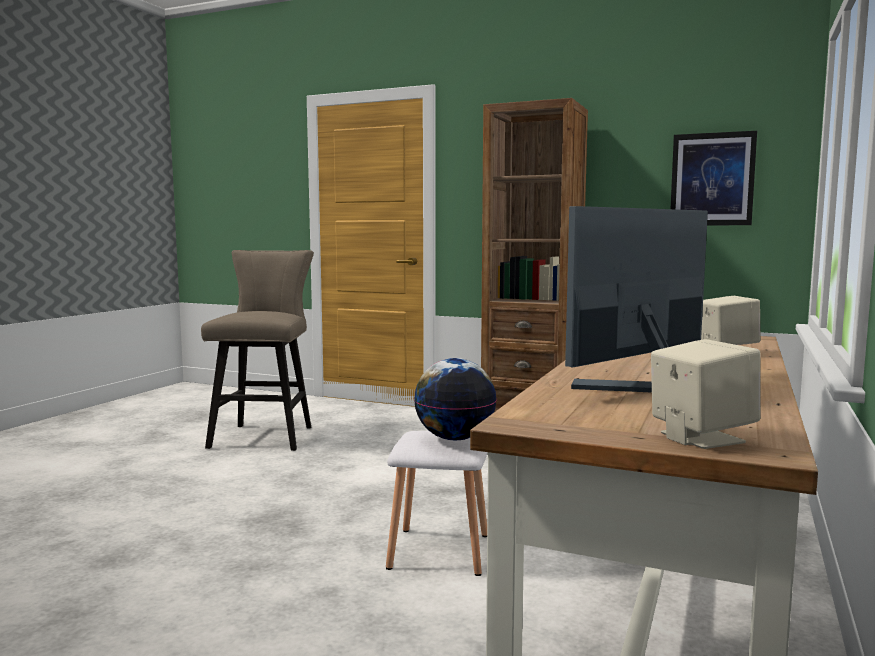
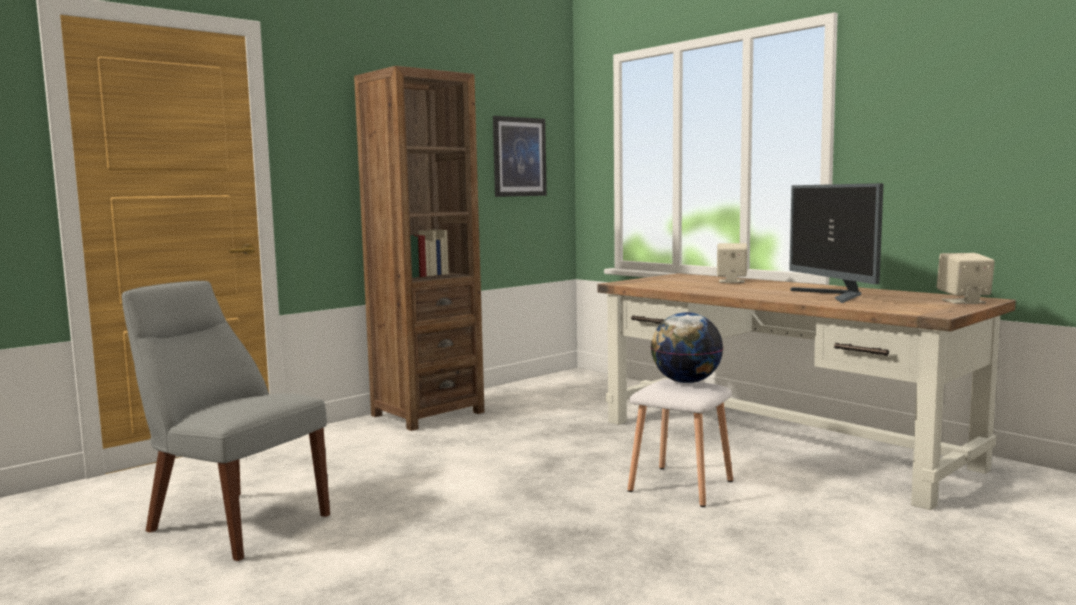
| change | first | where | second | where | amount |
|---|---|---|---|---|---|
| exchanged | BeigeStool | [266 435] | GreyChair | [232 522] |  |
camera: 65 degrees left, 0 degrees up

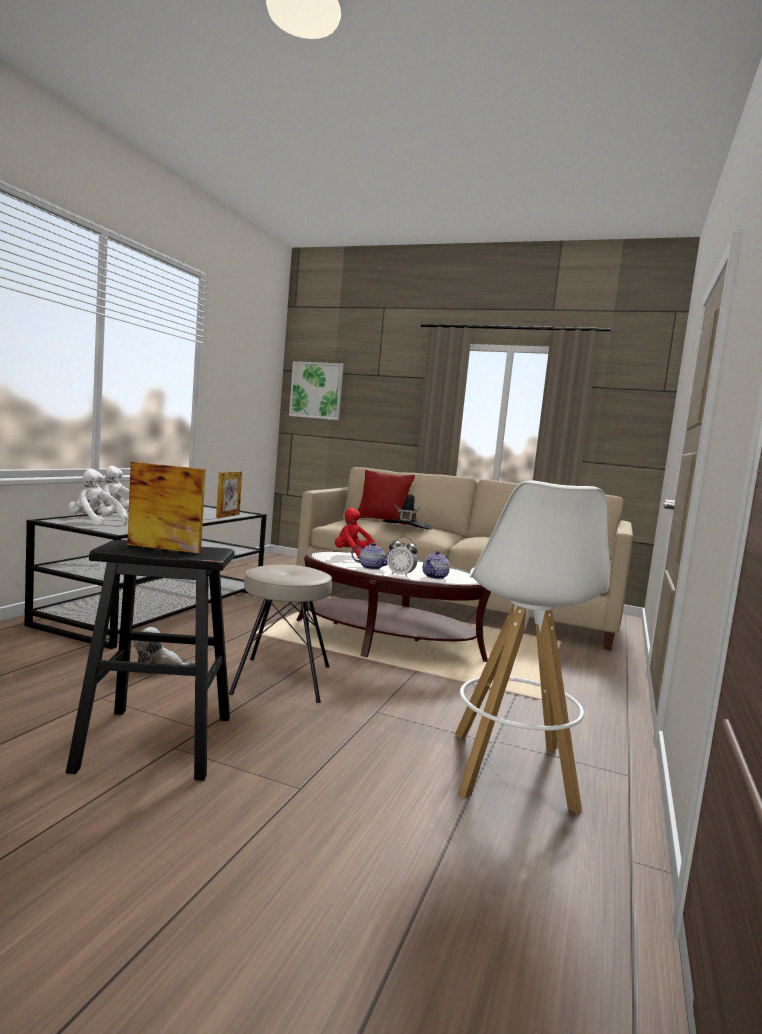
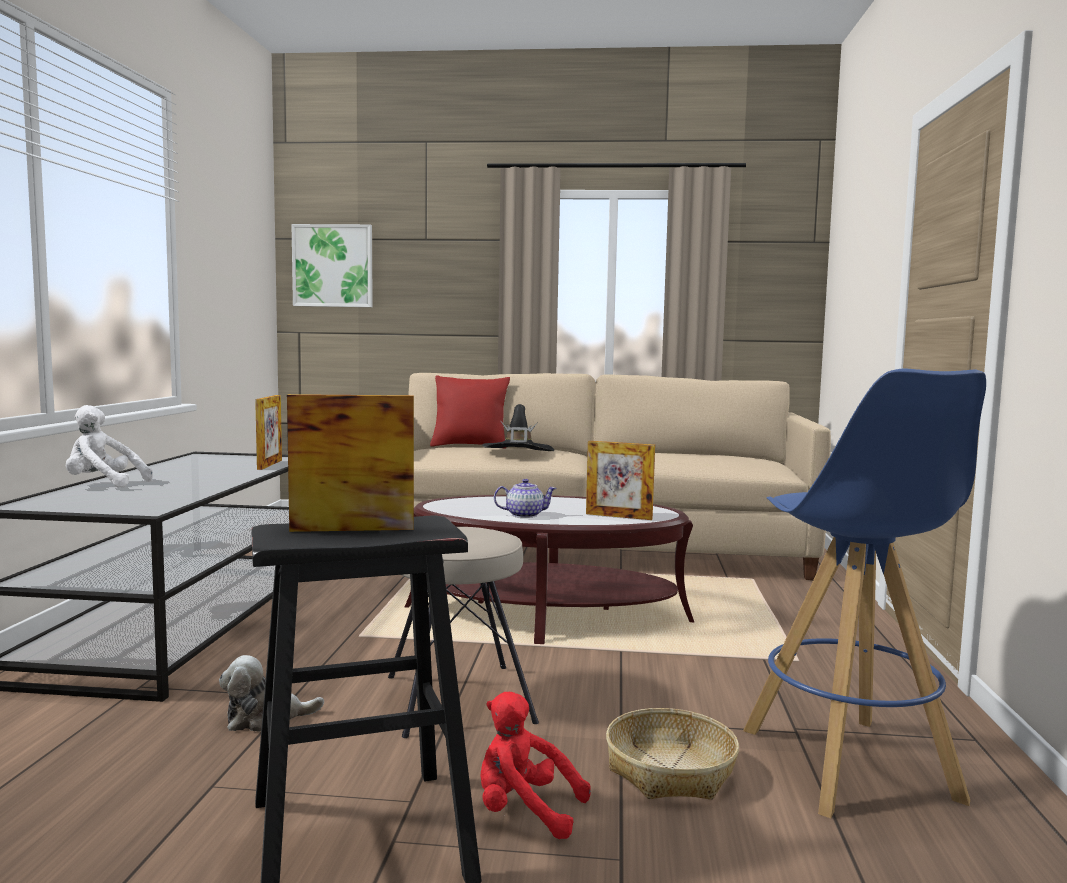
| change | first | where | second | where | amount |
|---|---|---|---|---|---|
| missing | WhitePlushToy | [95 523] |  |  |  |
| colour | WhiteStool | [511 770] | BlueStool | [849 765] |  |
| relocated | RedPlushToy | [353 555] |  | [524 812] |  |
| missing | AlarmClock | [400 575] |  |  |  |
| exchanged | Teapot | [435 577] | PictureFrame | [618 516] |  |
| appeared |  |  | Basket | [671 771] |  |
camera: 15 degrees left, 0 degrees up

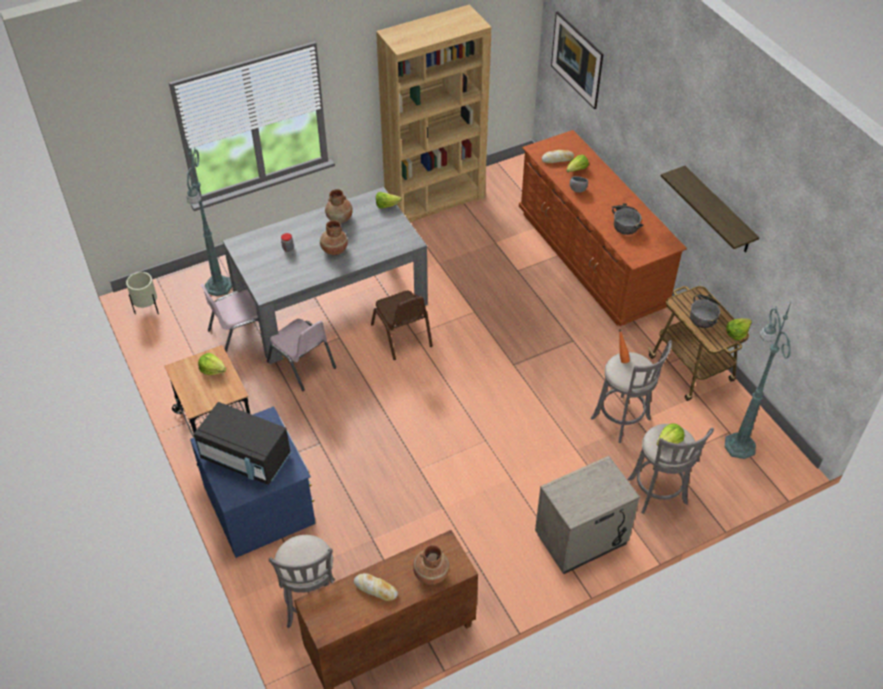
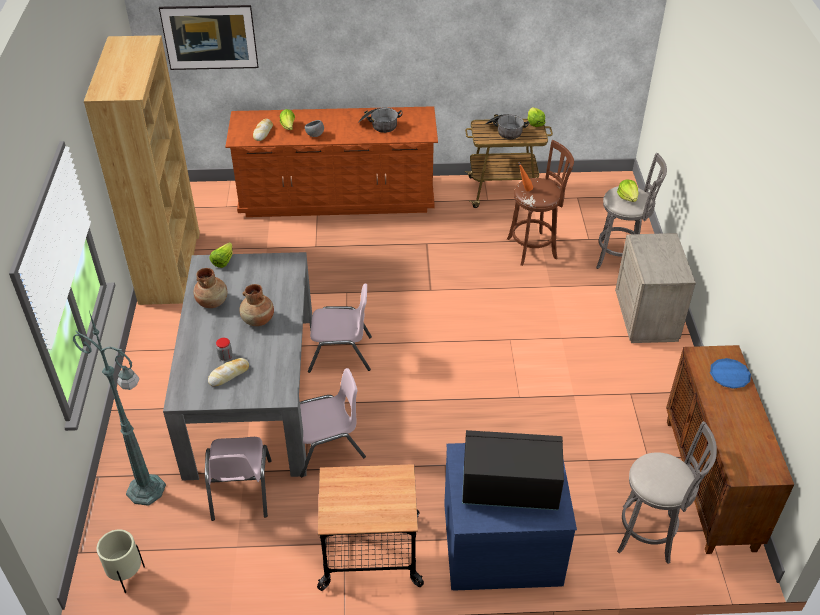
| change | first | where | second | where | amount |
|---|---|---|---|---|---|
| missing | Shelf | [718 211] |  |  |  |
| colour | BrownChair | [402 335] | PinkChair | [340 354] |  |
| missing | GreenFloorLamp | [739 444] |  |  |  |
| colour | GreyStool | [623 421] | BrownStool | [534 248] |  |
| missing | Lettuce | [212 369] |  |  |  |
| spun | BlackMicrowave | [246 458] |  | [509 487] | 135 degrees counterclockwise |
| exchanged | BrownVase | [431 573] | BluePlate | [729 375] |  |
| relocated | Bread | [375 589] |  | [229 375] |  |
camera: 65 degrees left, 5 degrees down

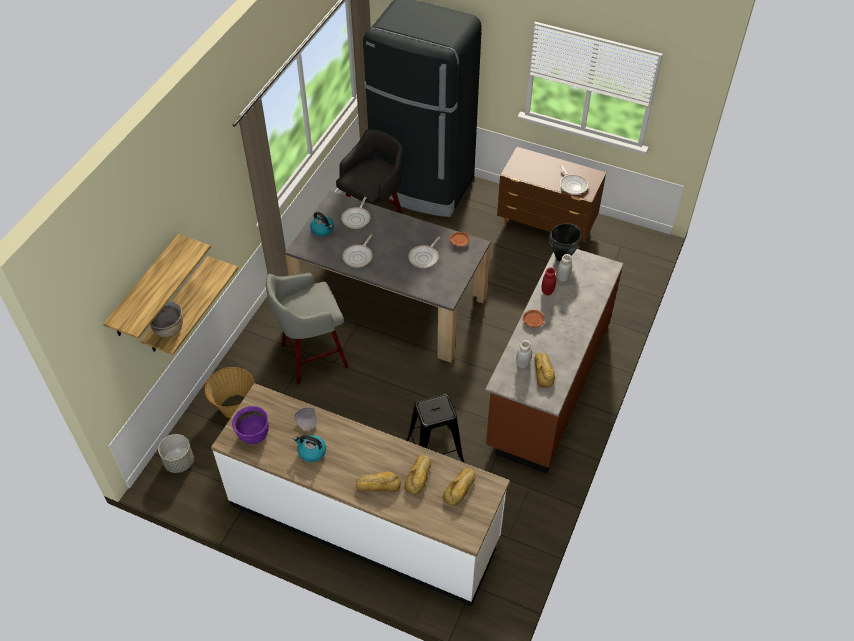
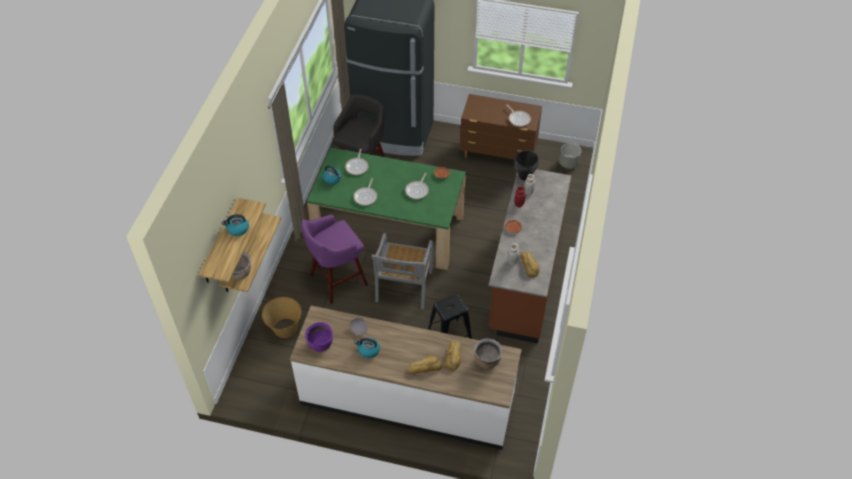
| change | first | where | second | where | amount |
|---|---|---|---|---|---|
| colour | GreyDiningTable | [390 301] | GreenDiningTable | [389 229] |  |
| colour | GreyStool | [311 357] | PurpleStool | [337 280] |  |
| relocated | GreyPlanter | [179 462] |  | [568 163] |  |
| exchanged | Bread | [460 489] | BrownCookingPot | [487 361] |  |
| appeared |  |  | Kettle | [237 229] |  |
| appeared |  |  | GreyChair | [404 288] |  |
camera: 10 degrees left, 0 degrees up

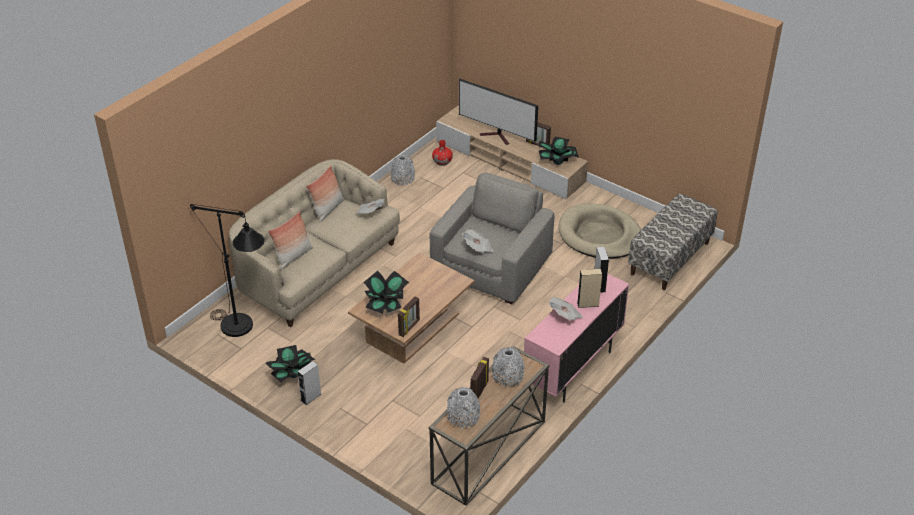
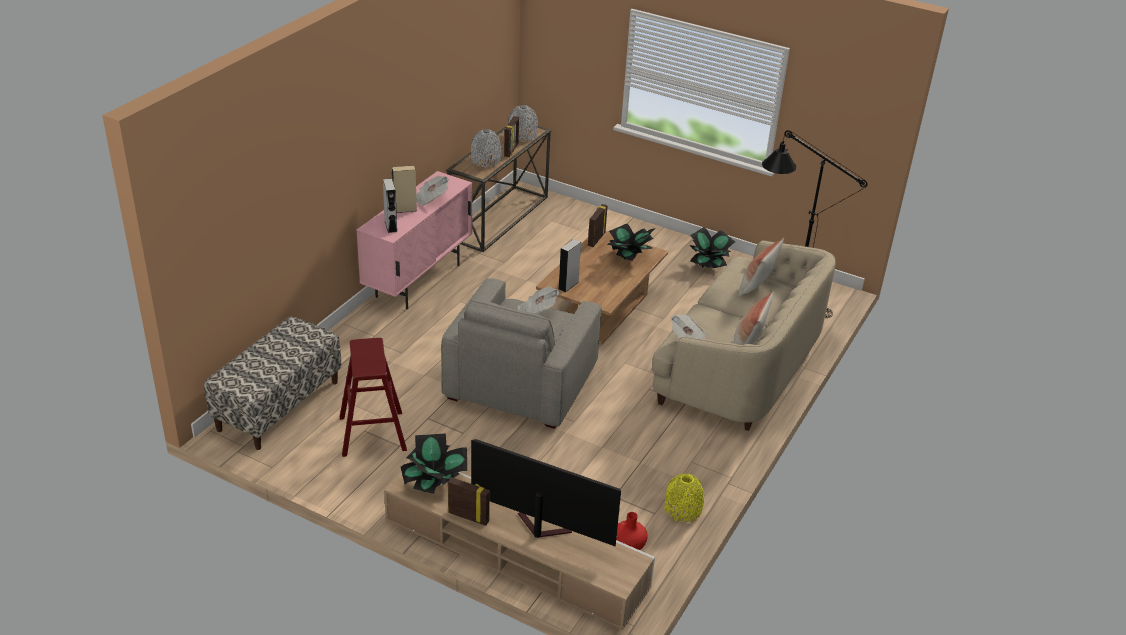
| change | first | where | second | where | amount |
|---|---|---|---|---|---|
| colour | GreyVase | [402 178] | YellowVase | [682 509] |  |
| exchanged | BeigeDogBed | [599 235] | RedStool | [372 433] |  |
| relocated | GreySpeaker | [311 397] |  | [568 285] |  |
camera: 170 degrees right, 5 degrees down

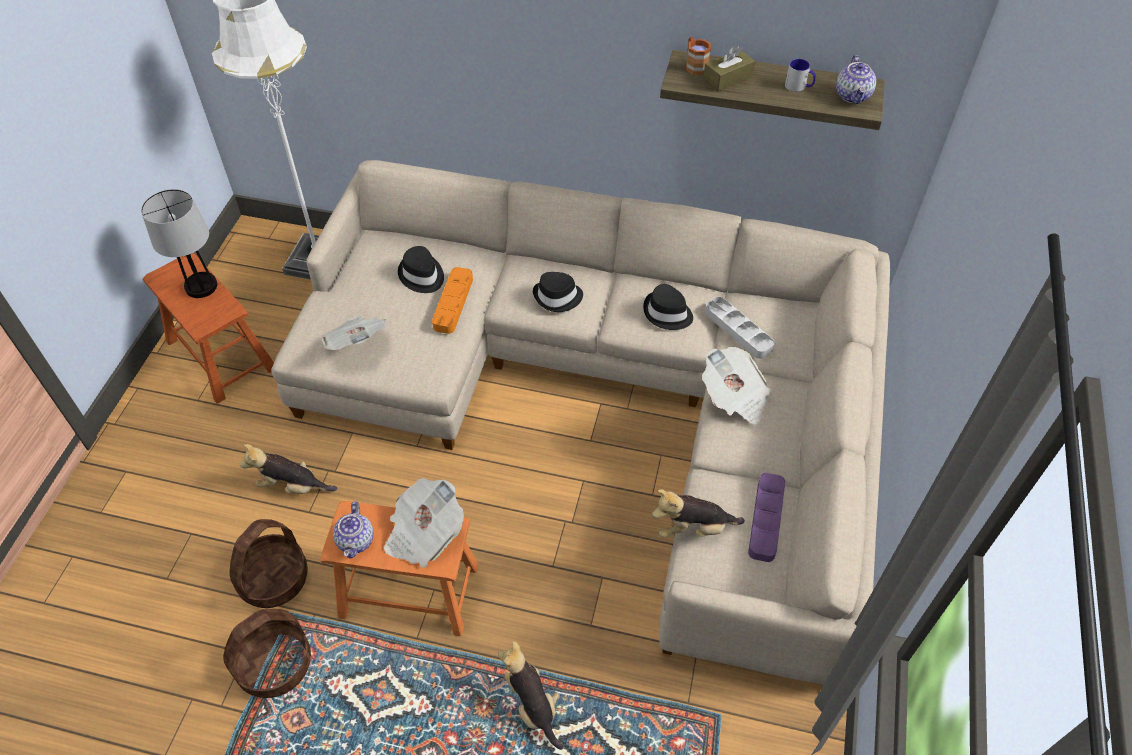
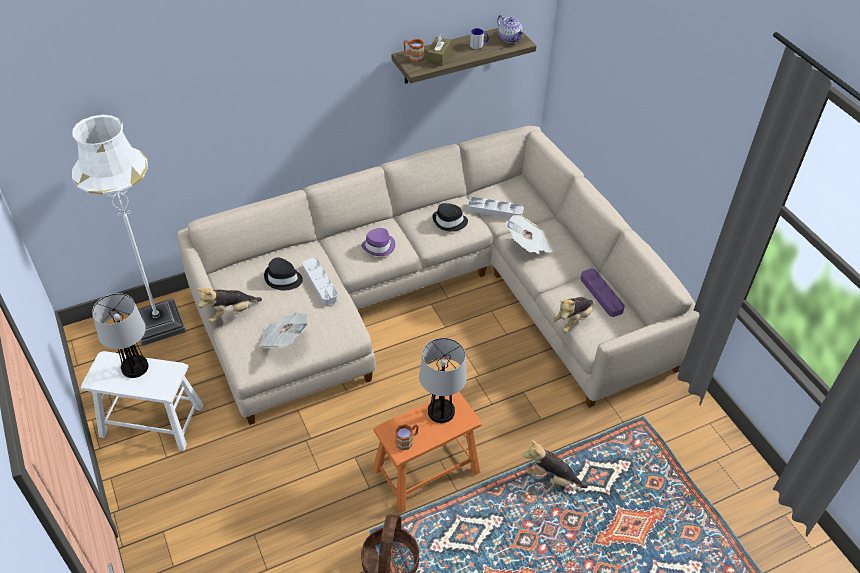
| change | first | where | second | where | amount |
|---|---|---|---|---|---|
| colour | BrownStool | [221 354] | WhiteStool | [152 420] |  |
| colour | OrangeTray | [453 303] | GreyTray | [320 283] |  |
| colour | BlackHat | [557 297] | PurpleHat | [379 246] |  |
| relocated | PlushToy | [292 486] |  | [230 313] |  |
| exchanged | Newspaper | [424 534] | TableLamp | [441 412] |  |
| exchanged | Teapot | [356 540] | BrownMug | [407 440] |  |
| missing | Basket | [273 578] |  |  |  |
camera: 40 degrees left, 5 degrees down

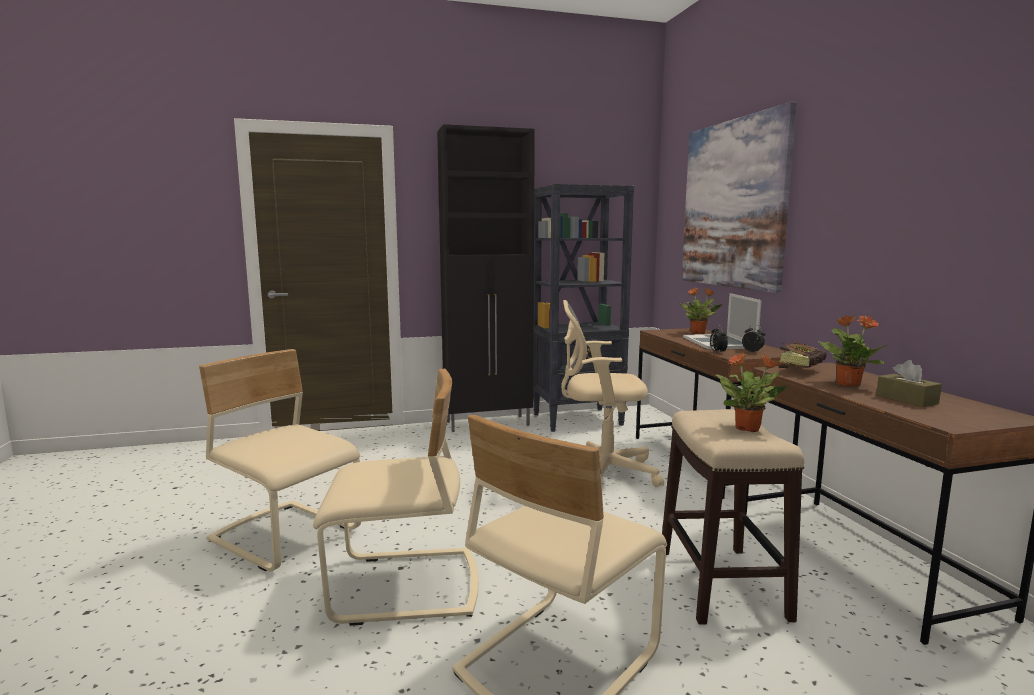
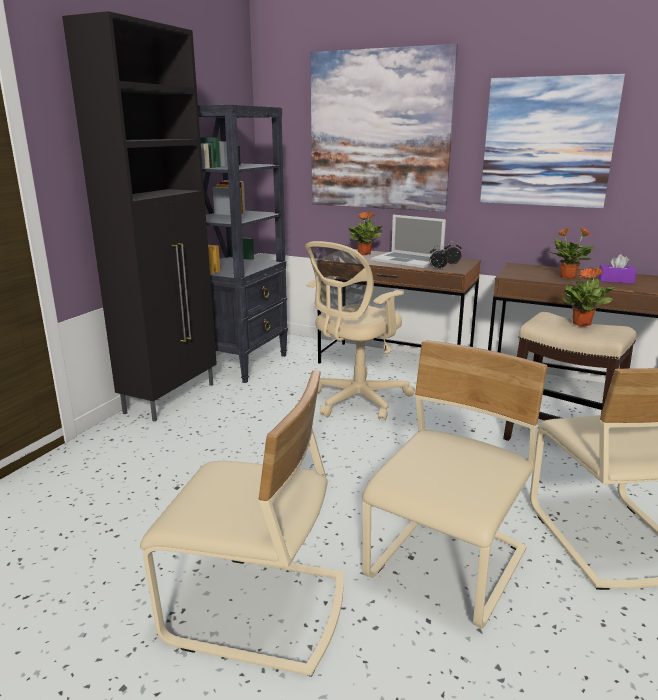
| change | first | where | second | where | amount |
|---|---|---|---|---|---|
| missing | Book | [803 370] |  |  |  |
| spun | BeigeChair | [286 536] |  | [257 610] | 150 degrees counterclockwise |
| colour | BrownTissueBox | [906 399] | PurpleTissueBox | [615 280] |  |
| appeared |  |  | Picture | [547 142] |  |
camera: 50 degrees left, 10 degrees up

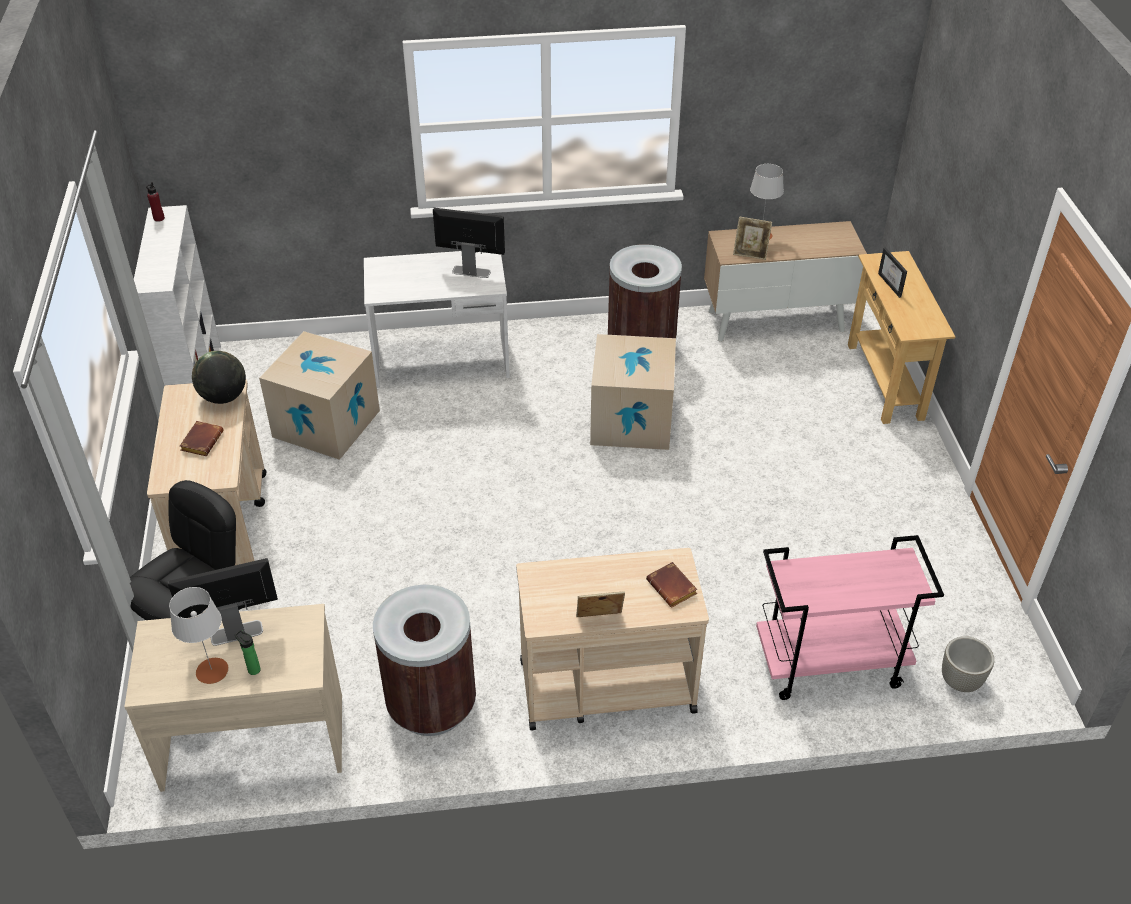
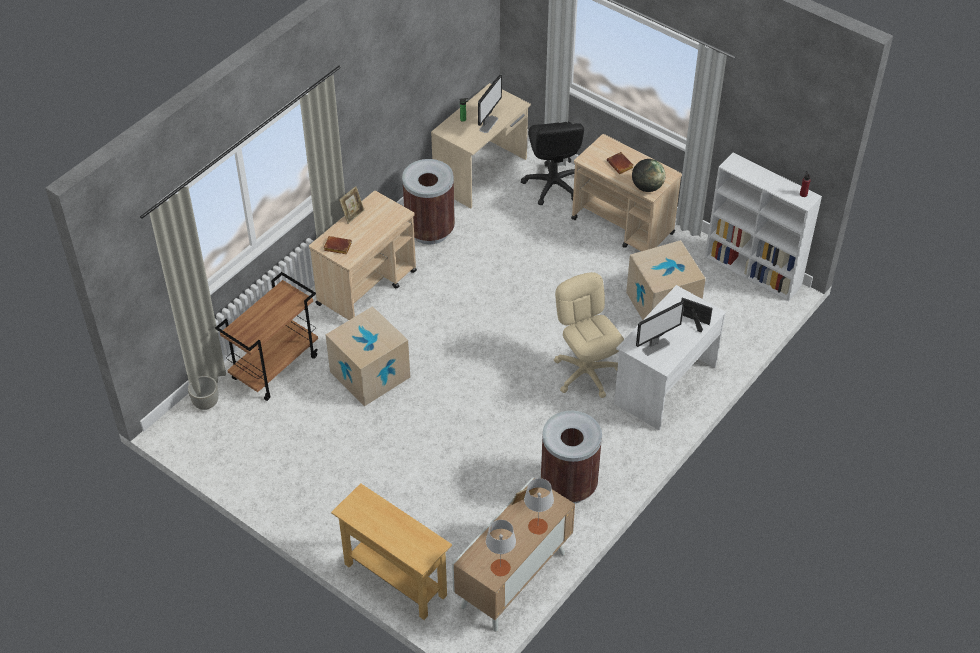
| change | first | where | second | where | amount |
|---|---|---|---|---|---|
| relocated | PictureFrame | [893 285] |  | [692 321] |  |
| relocated | CardboardBox | [631 420] |  | [370 374] |  |
| colour | PinkCart | [828 665] | BrownCart | [275 367] |  |
| relocated | GreyTableLamp | [212 671] |  | [500 567] |  |
| appeared |  |  | BeigeOfficeChair | [586 373] |  |
camera: 135 degrees right, 5 degrees up

